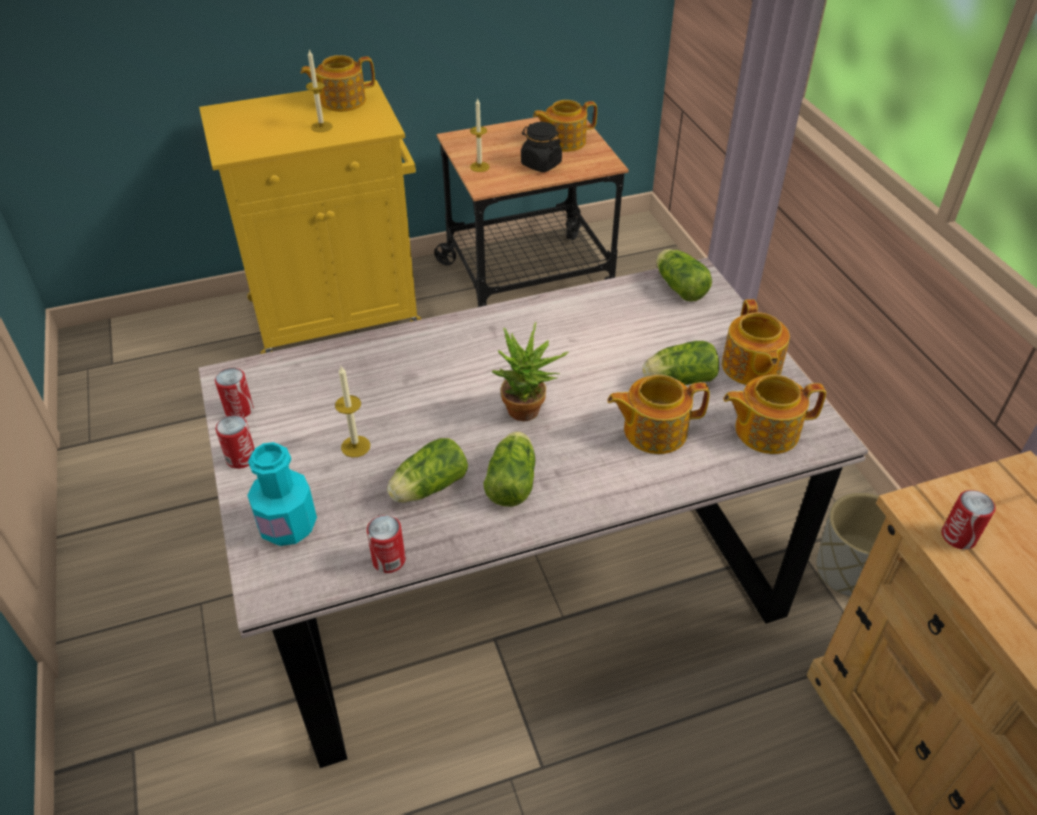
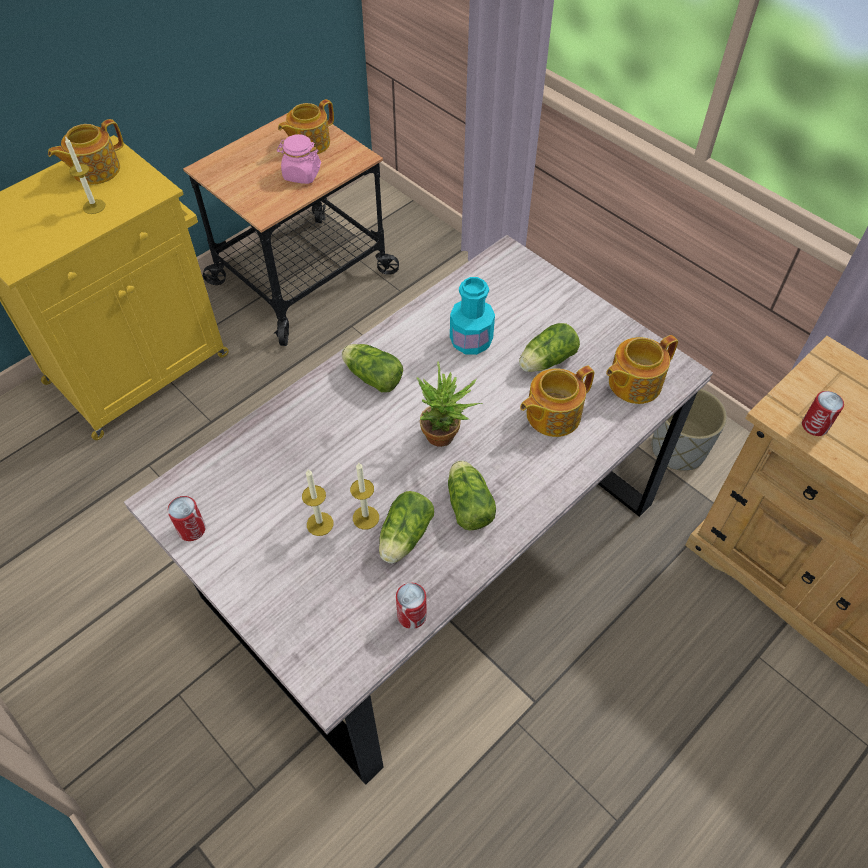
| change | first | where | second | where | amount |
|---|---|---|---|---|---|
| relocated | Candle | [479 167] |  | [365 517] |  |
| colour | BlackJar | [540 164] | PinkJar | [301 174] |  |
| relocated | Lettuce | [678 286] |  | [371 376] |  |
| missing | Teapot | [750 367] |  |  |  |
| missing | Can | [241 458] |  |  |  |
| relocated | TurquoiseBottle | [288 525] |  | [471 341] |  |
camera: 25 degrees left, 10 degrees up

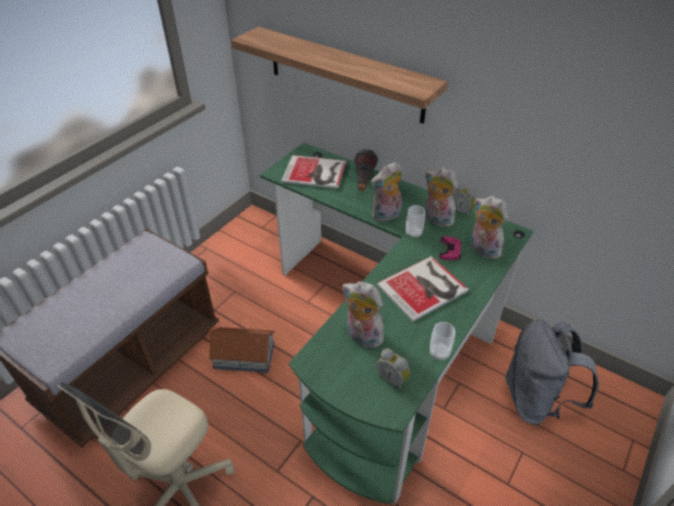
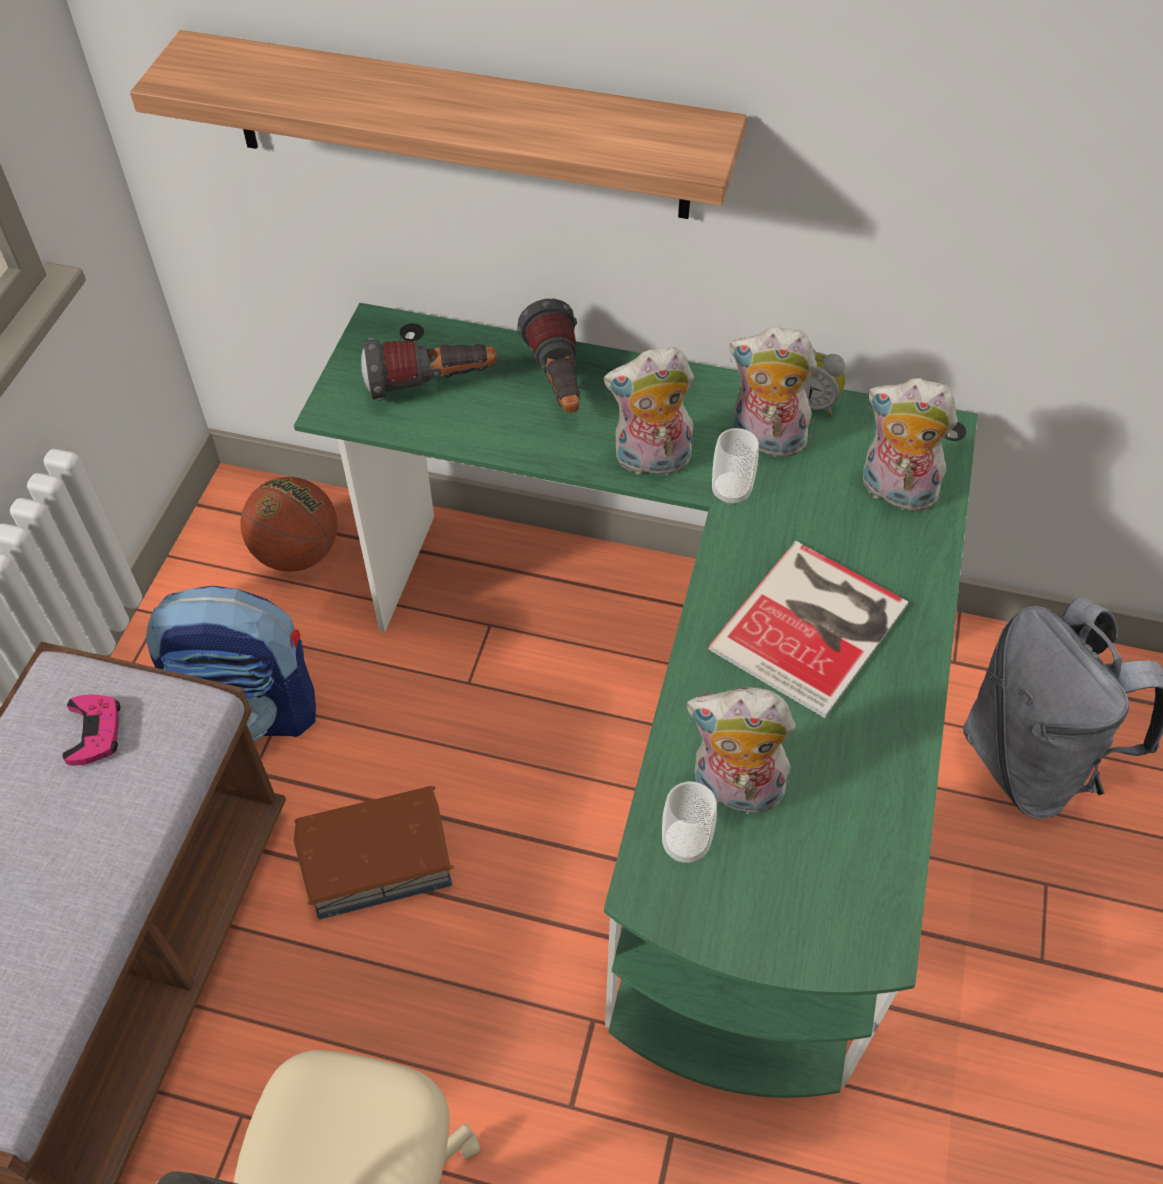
| change | first | where | second | where | amount |
|---|---|---|---|---|---|
| exchanged | Book | [315 173] | Flashlight | [432 385] |  |
| spun | PlushToy | [386 216] |  | [650 462] | 45 degrees clockwise |
| relocated | PinkGameController | [450 250] |  | [94 732] |  |
| relocated | Cup | [439 353] |  | [685 843] |  |
| missing | AlarmClock | [393 379] |  |  |  |
| appeared |  |  | Basketball | [297 553] |  |
| appeared |  |  | Backpack | [252 709] |  |
camera: 20 degrees left, 10 degrees up

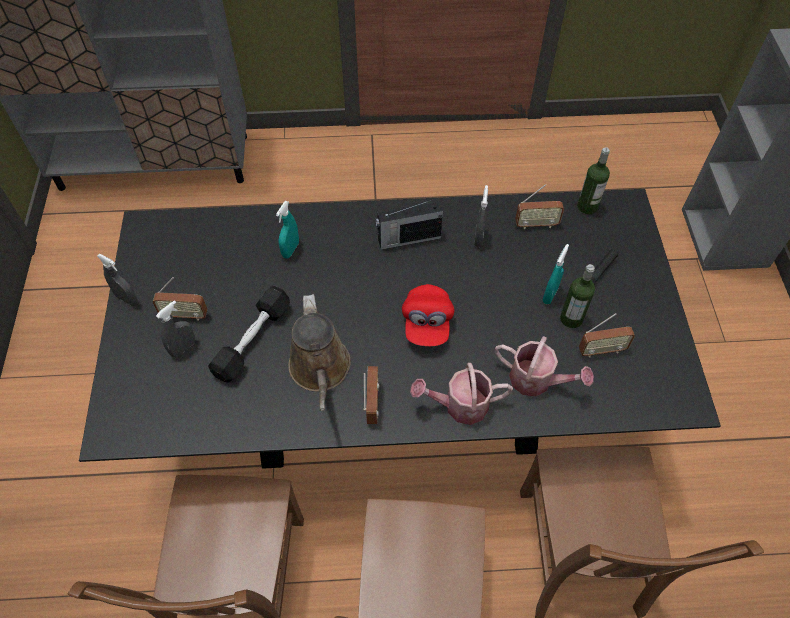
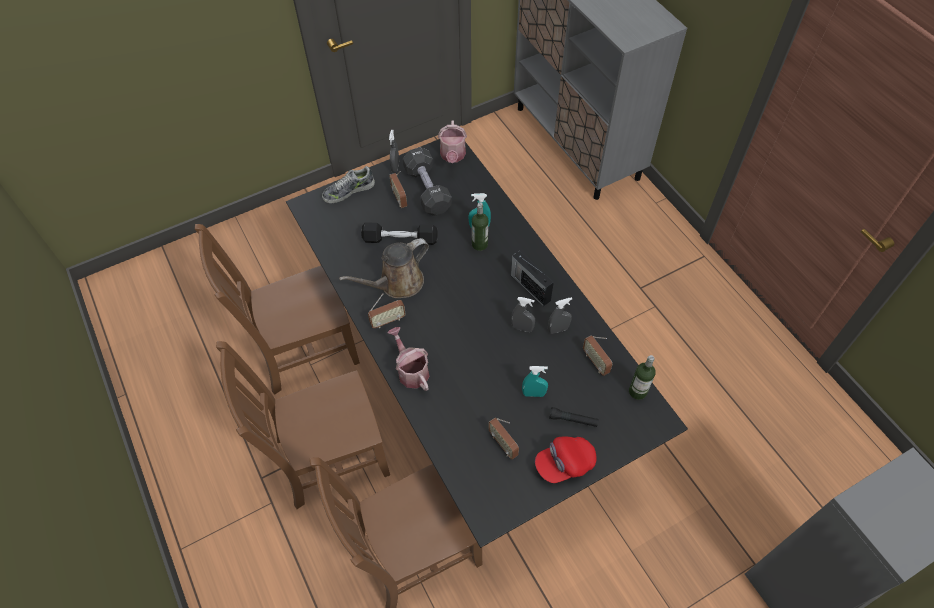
| change | first | where | second | where | amount |
|---|---|---|---|---|---|
| relocated | Bottle | [571 319] |  | [479 244] |  |
| relocated | RedCap | [427 323] |  | [564 464] |  |
| relocated | GreySprayBottle | [183 348] |  | [522 328] |  |
| relocated | WateringCan | [536 380] |  | [453 156] |  |
| appeared |  |  | BlackDumbbell | [427 190] |  |
| appeared |  |  | Shoe | [348 190] |  |
camera: 65 degrees right, 0 degrees up

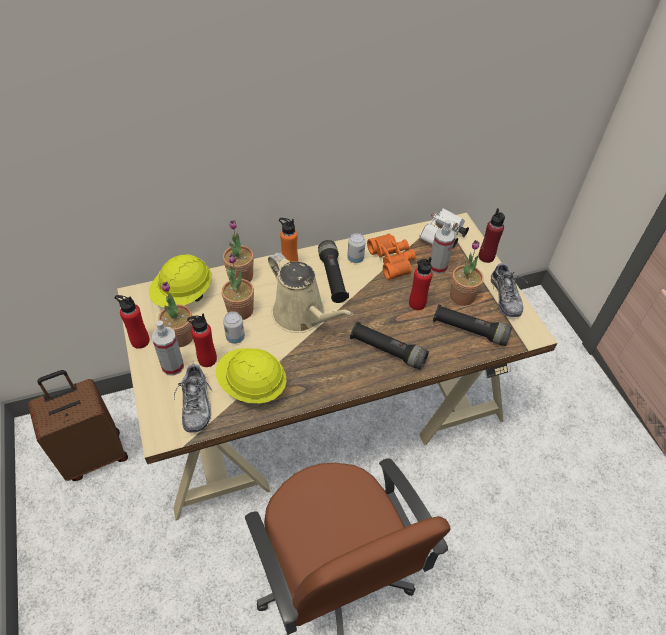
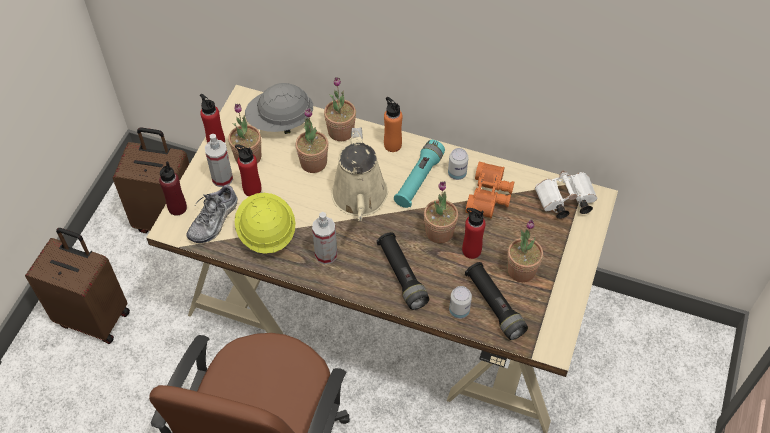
| change | first | where | second | where | amount |
|---|---|---|---|---|---|
| relocated | RedBottle | [486 257] |  | [177 208] |  |
| relocated | SprayBottle | [437 267] |  | [326 254] |  |
| colour | BlackFlashlight | [332 277] | TurquoiseFlashlight | [418 180] |  |
| colour | YellowHardHat | [183 295] | GreyHardHat | [280 122] |  |
| missing | Shoe | [505 297] |  |  |  |
| relocated | Can | [235 337] |  | [459 311] |  |
| appeared |  |  | PottedPlant | [439 232] |  |
| appeared |  |  | BrownSuitcase | [95 317] |  |
camera: 40 degrees right, 5 degrees up

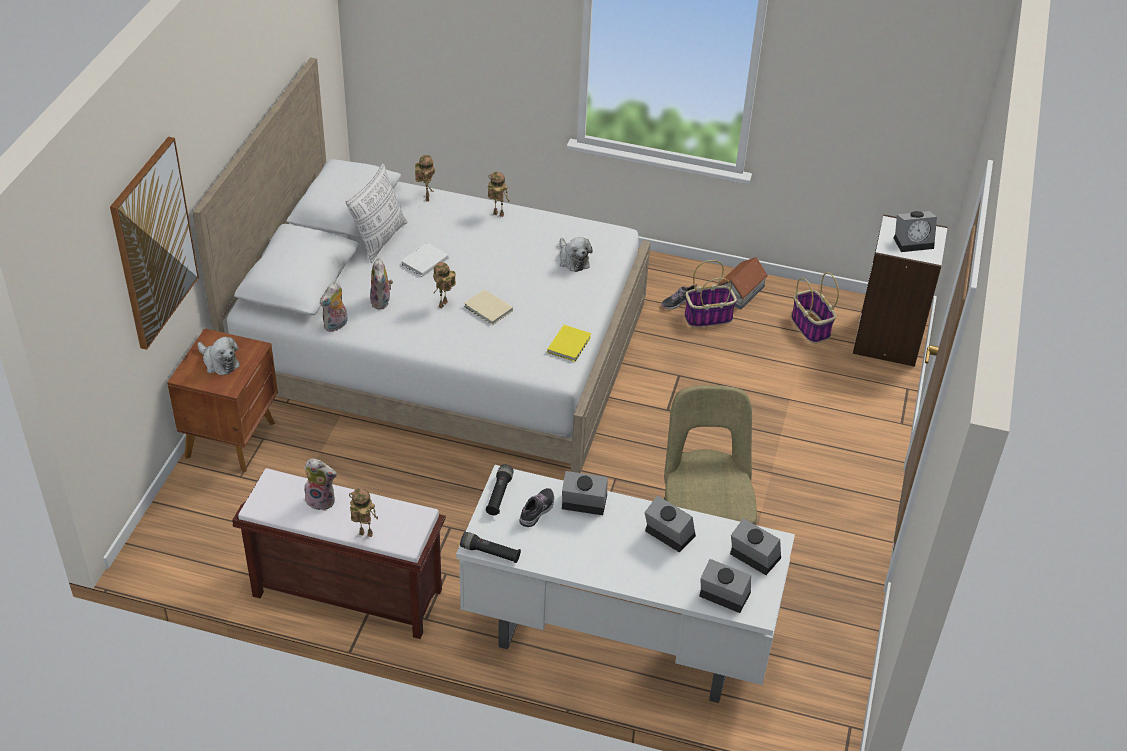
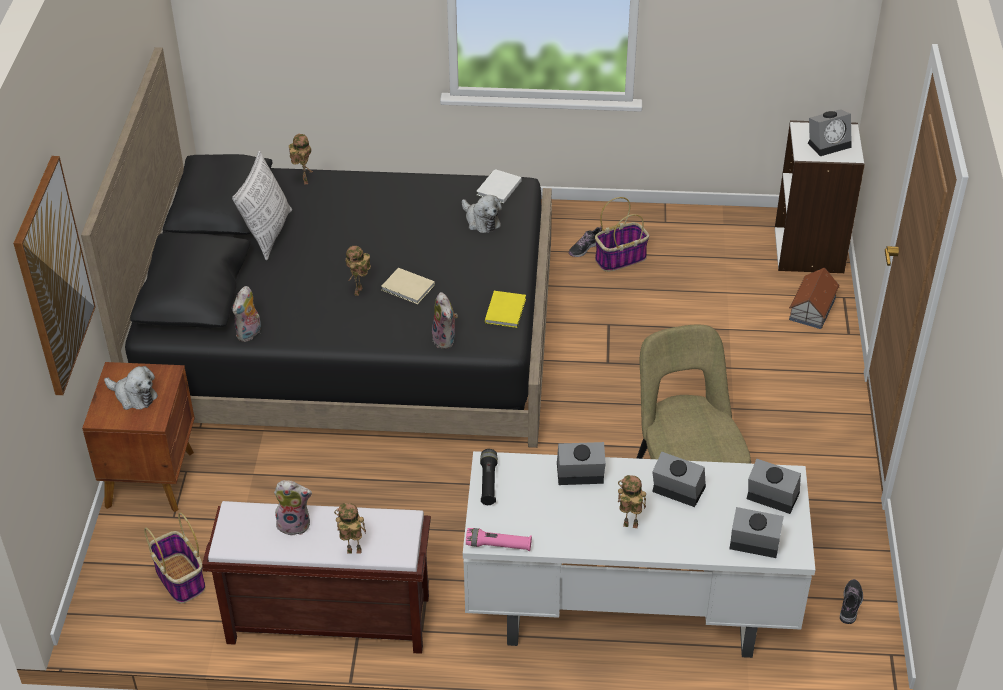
| change | first | where | second | where | amount |
|---|---|---|---|---|---|
| colour | WhiteBed | [442 346] | BlackBed | [350 337] |  |
| relocated | ToyRobot | [497 215] |  | [629 526] |  |
| relocated | WhiteBook | [423 261] |  | [497 188] |  |
| relocated | ToyHouse | [740 291] |  | [813 308] |  |
| relocated | PlushToy | [382 302] |  | [446 339] |  |
| relocated | Basket | [811 327] |  | [181 579] |  |
| relocated | Shoe | [537 511] |  | [850 604] |  |
| colour | BlackFlashlight | [490 553] | PinkFlashlight | [498 545] |  |
camera: 10 degrees left, 0 degrees up

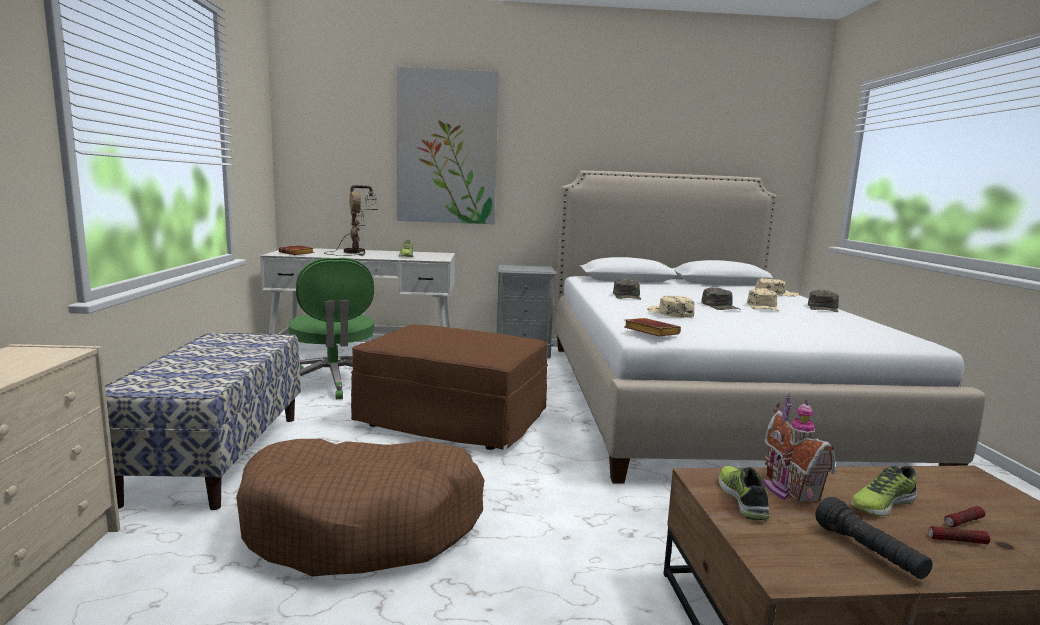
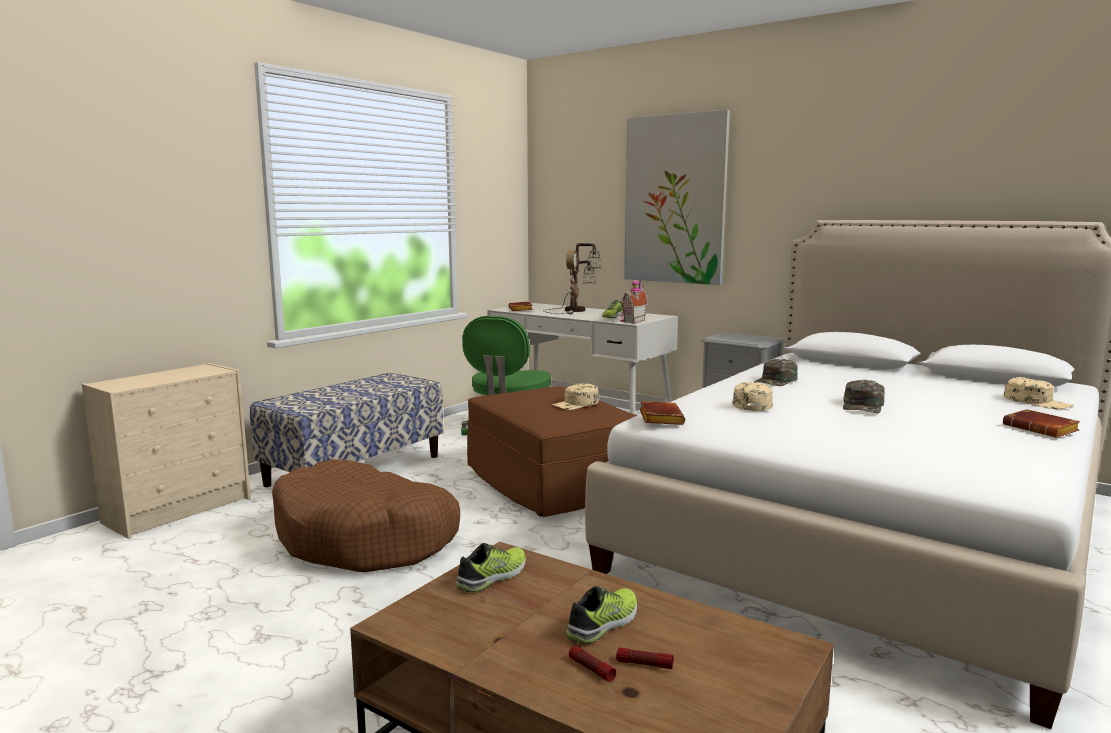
| change | first | where | second | where | amount |
|---|---|---|---|---|---|
| relocated | BeigeCap | [763 306] |  | [576 404] |  |
| exchanged | GreenCap | [823 308] | BrownBook | [1042 429] |  |
| relocated | ToyHouse | [787 489] |  | [631 321] |  |
| spun | Shoe | [881 504] |  | [604 623] | 120 degrees clockwise |
| missing | BlackFlashlight | [869 552] |  |  |  |
camera: 40 degrees right, 0 degrees up

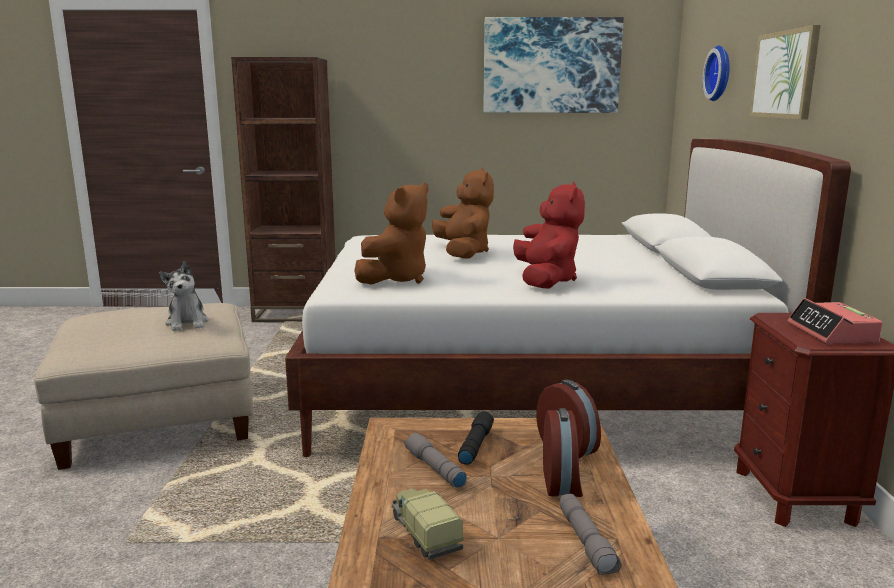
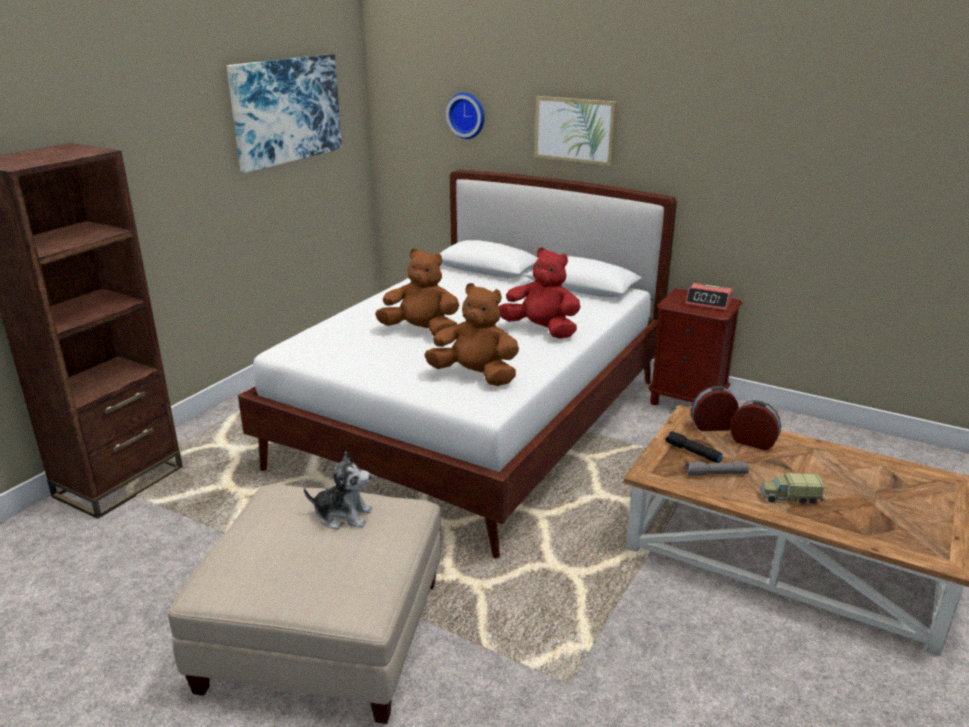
| change | first | where | second | where | amount |
|---|---|---|---|---|---|
| spun | BrownPlushToy | [396 279] |  | [475 376] | 45 degrees counterclockwise |
| missing | GreyFlashlight | [587 542] |  |  |  |
camera: 60 degrees left, 10 degrees up

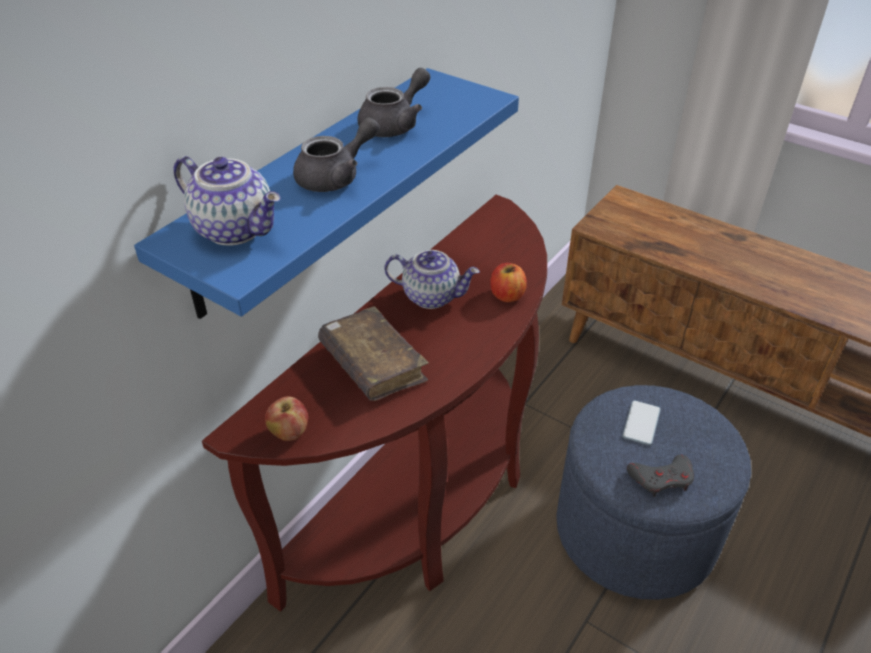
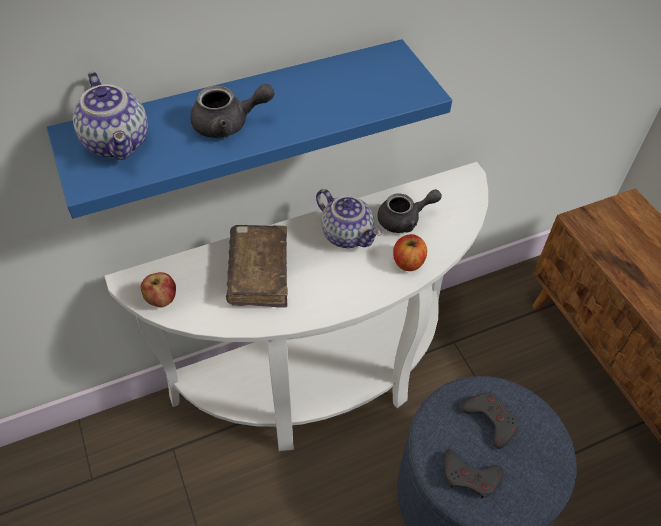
| change | first | where | second | where | amount |
|---|---|---|---|---|---|
| relocated | GreyTeapot | [395 124] |  | [404 220] |  |
| colour | BrownConsoleTable | [426 501] | WhiteConsoleTable | [323 381] |  |
| exchanged | Phone | [641 423] | GreyGameController | [490 420] |  |
camera: 30 degrees right, 10 degrees up

